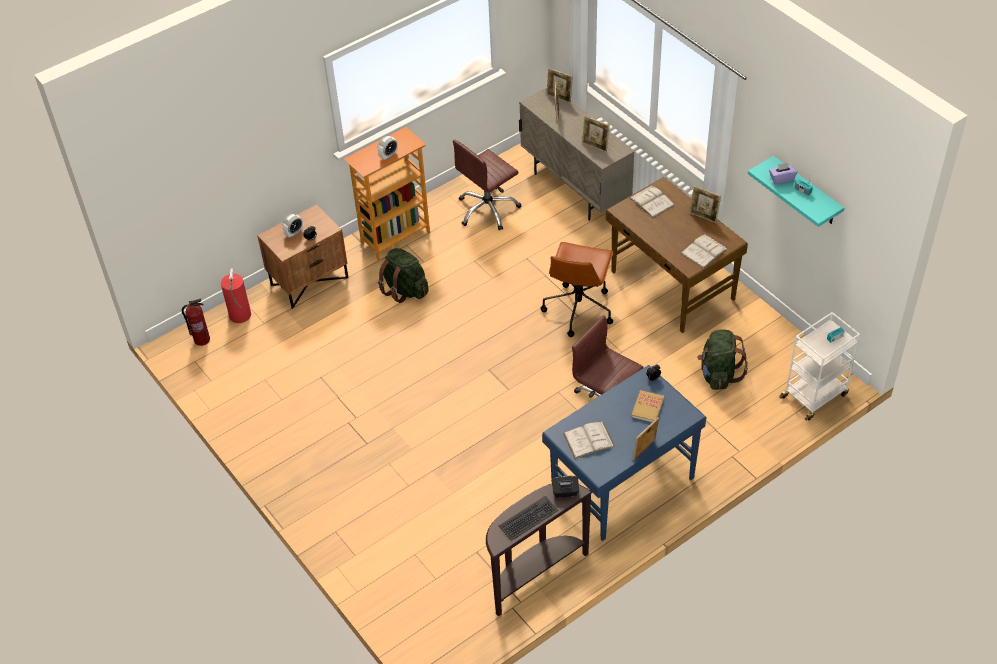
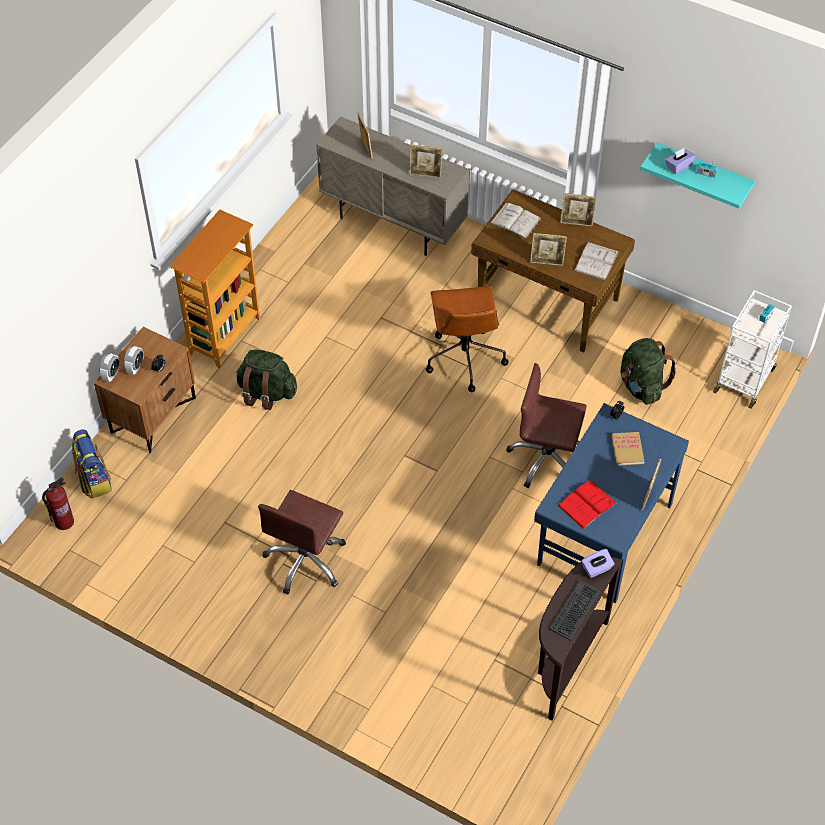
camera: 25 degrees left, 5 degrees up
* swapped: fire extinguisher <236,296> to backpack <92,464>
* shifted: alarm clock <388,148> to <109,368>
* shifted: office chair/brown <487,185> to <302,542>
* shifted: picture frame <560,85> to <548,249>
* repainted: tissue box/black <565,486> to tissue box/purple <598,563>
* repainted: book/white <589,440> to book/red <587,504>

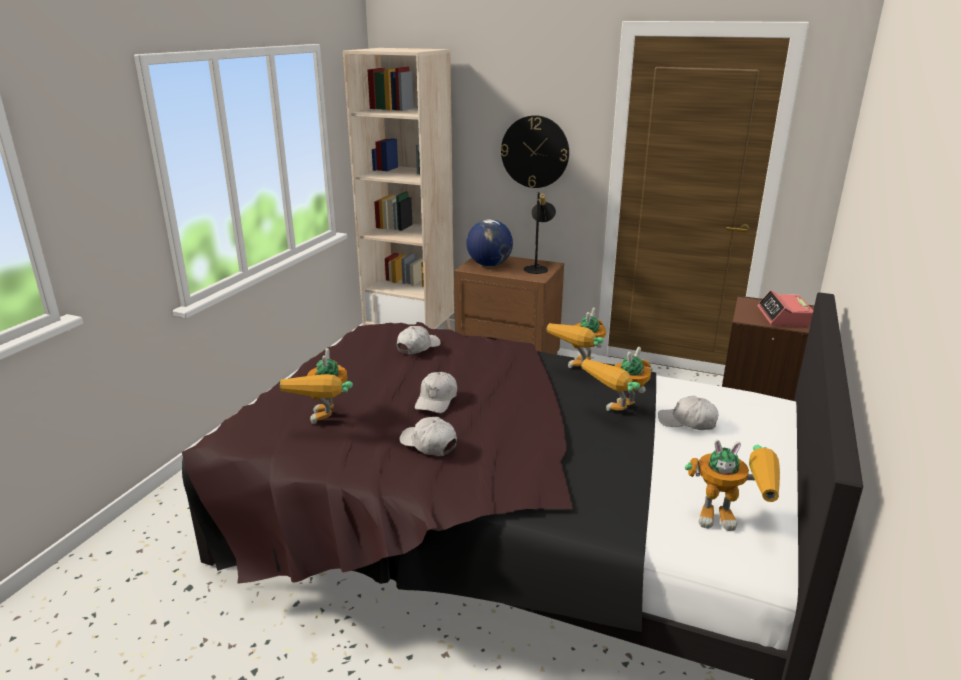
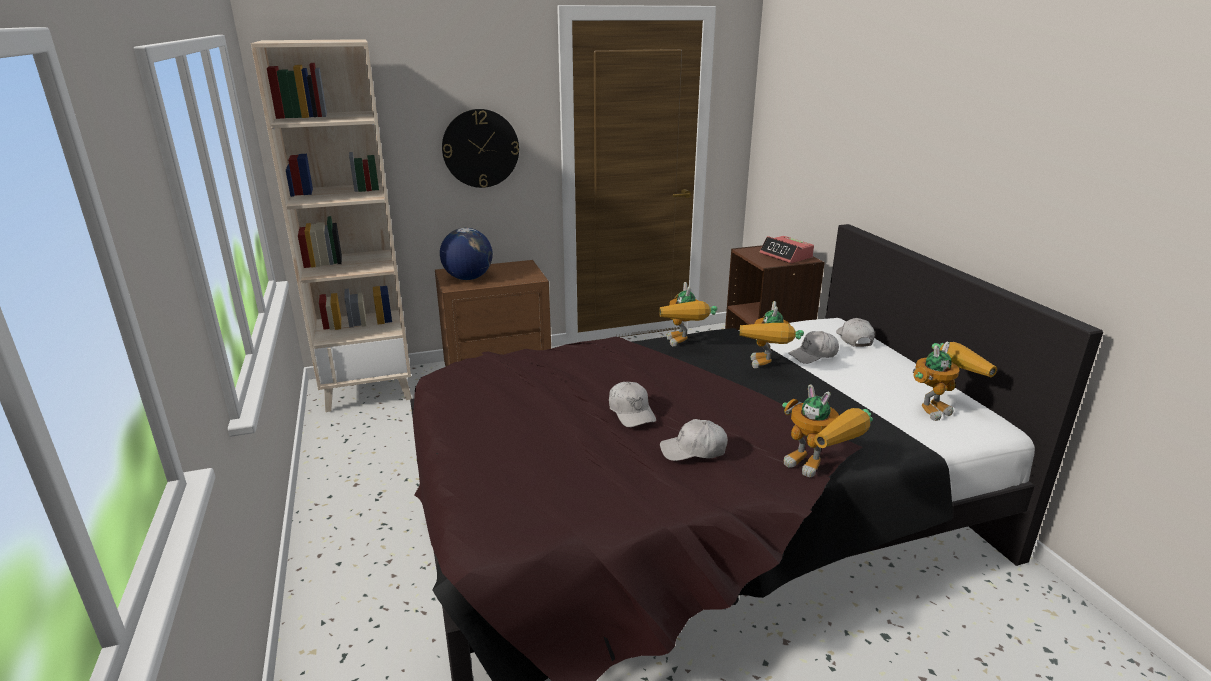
camera: 40 degrees left, 0 degrees up
* shifted: toy robot <316,386> to <827,430>
* shifted: cap/white <419,340> to <855,332>
* gone: table lamp/black <540,233>

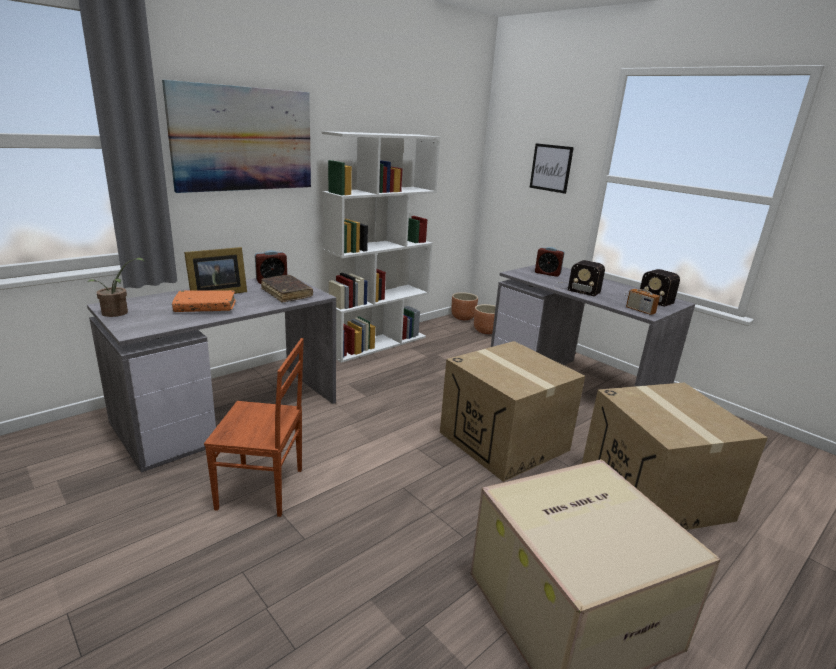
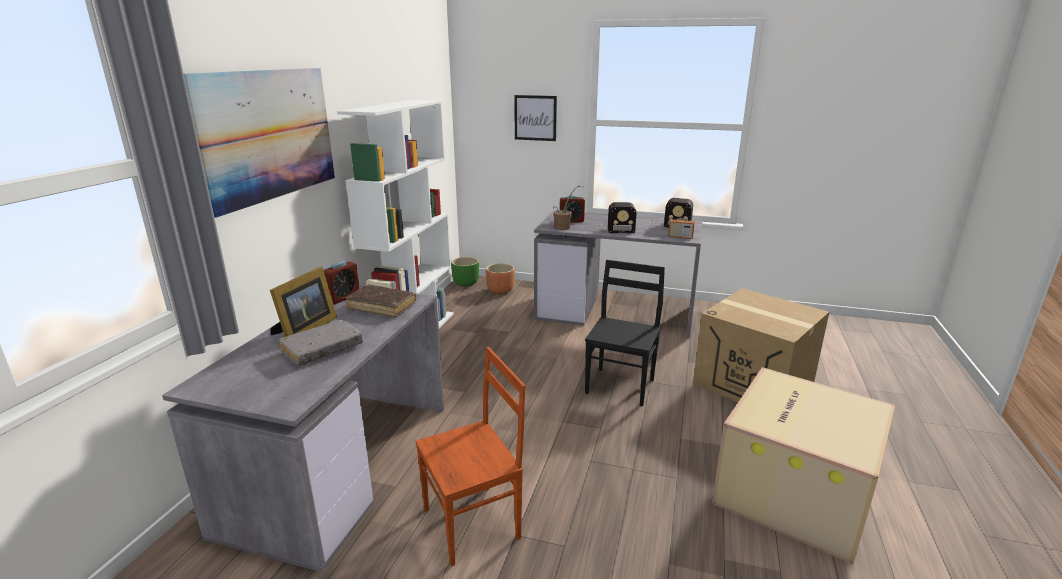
camera: 30 degrees left, 0 degrees up
* shifted: potted plant <116,287> to <568,207>
* repainted: book/orange <204,301> to book/grey <321,342>
* swapped: cardboard box <512,411> to chair/black <625,333>
* repainted: planter/brown <464,306> to planter/green <465,272>

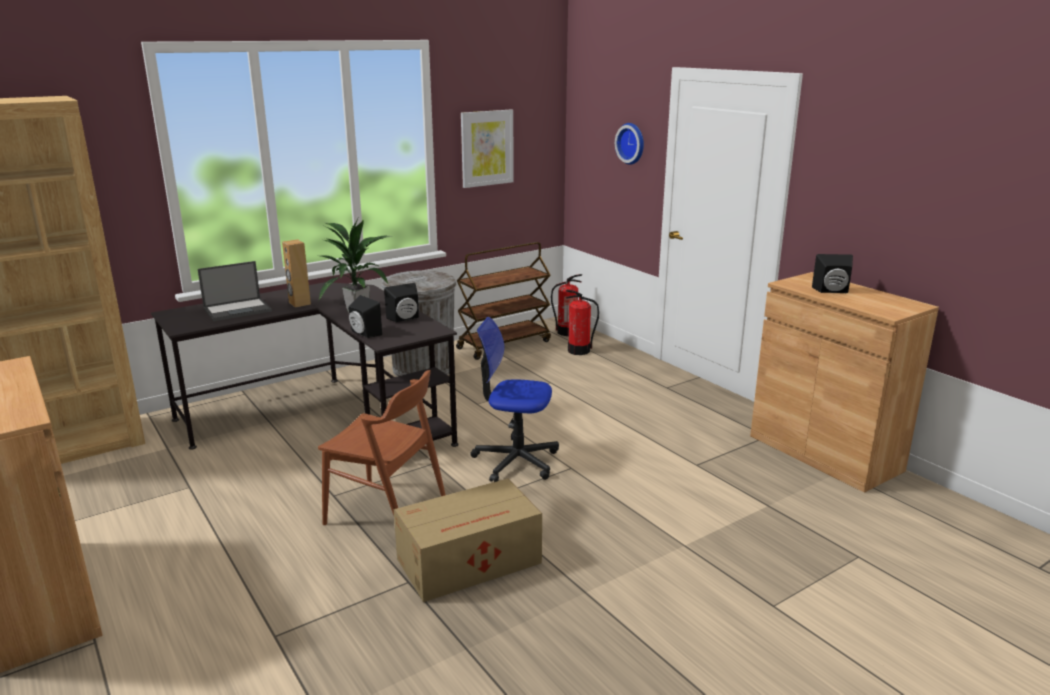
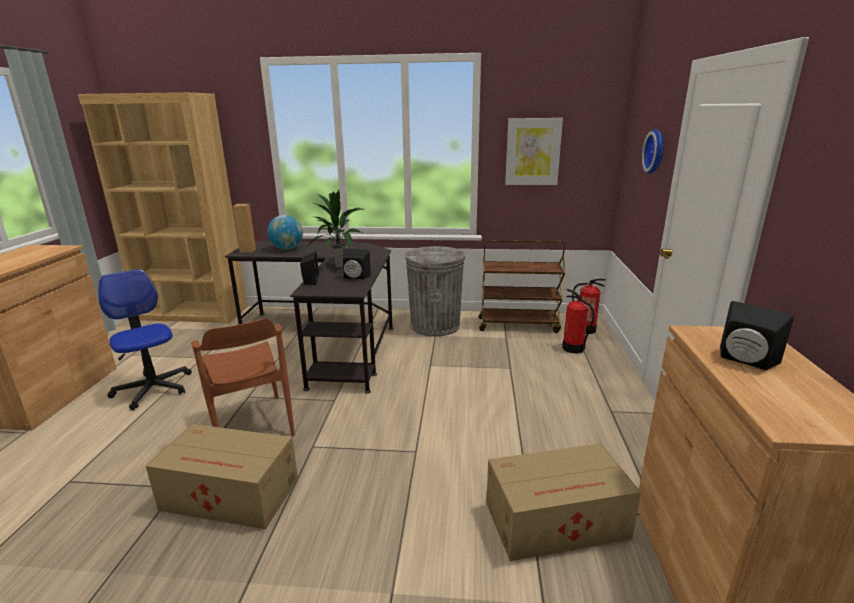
camera: 40 degrees right, 0 degrees up
* swapped: laptop <235,291> to globe <285,232>
* shifted: speaker/brown <296,274> to <244,228>
* shifted: office chair <514,399> to <145,339>
* new: cardboard box <563,502>

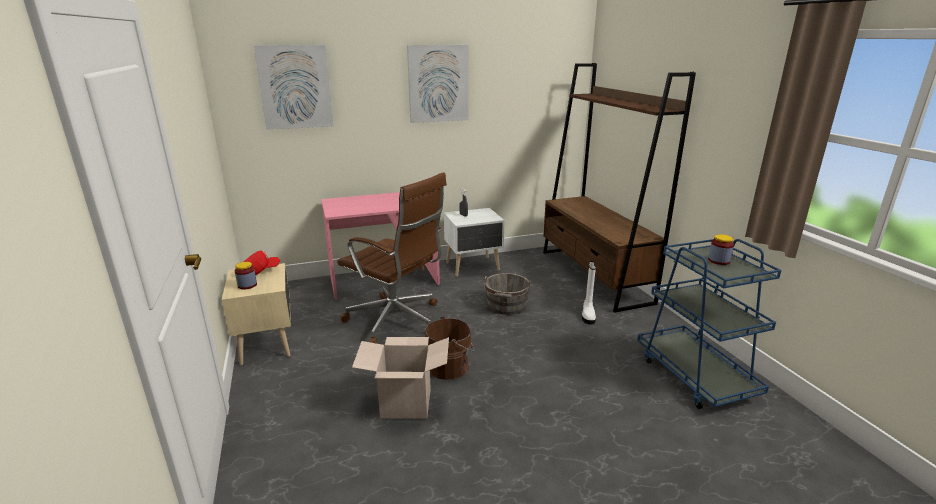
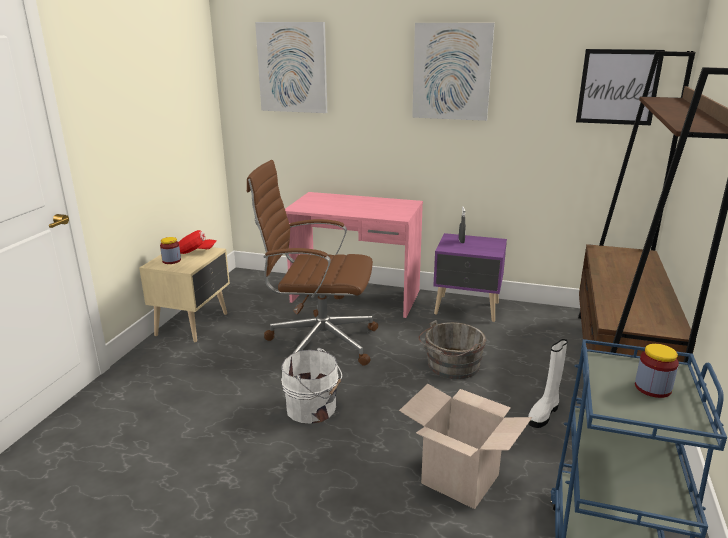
camera: 35 degrees right, 0 degrees up
* rotated: office chair/brown <392,258> = <312,263> 120 degrees clockwise
* shifted: cardboard box <400,378> to <465,446>
* repainted: bucket/brown <449,348> to bucket/white <311,386>
* repainted: nightstand/white <474,242> to nightstand/purple <470,277>
* new: picture <620,87>

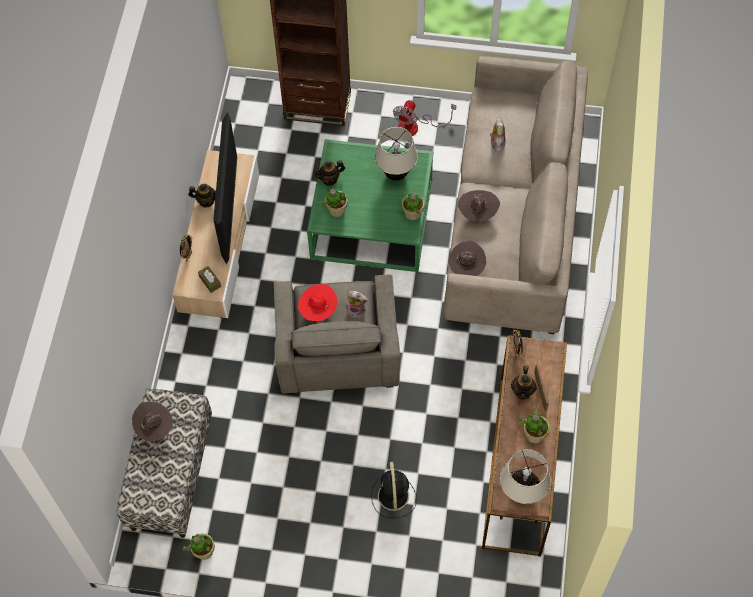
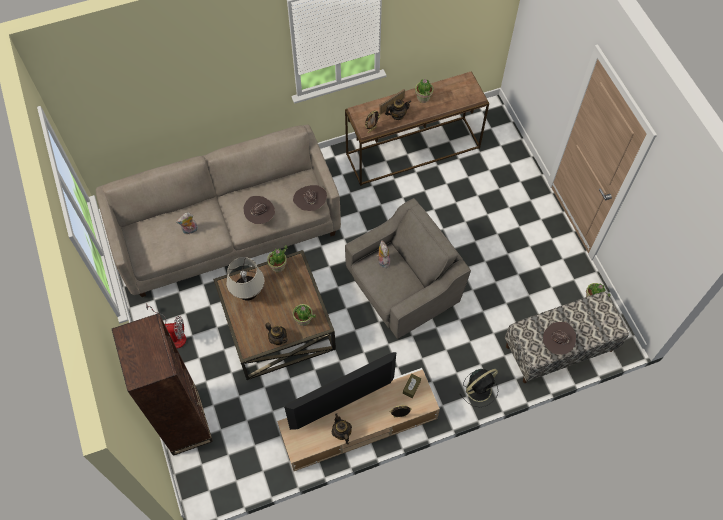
camera: 120 degrees left, 0 degrees up
* gone: hat/red <317,302>
* repainted: coffee table/green <370,205> to coffee table/brown <274,315>
* shifted: fan/black <394,490> to <478,388>
* gone: table lamp/beige <525,476>

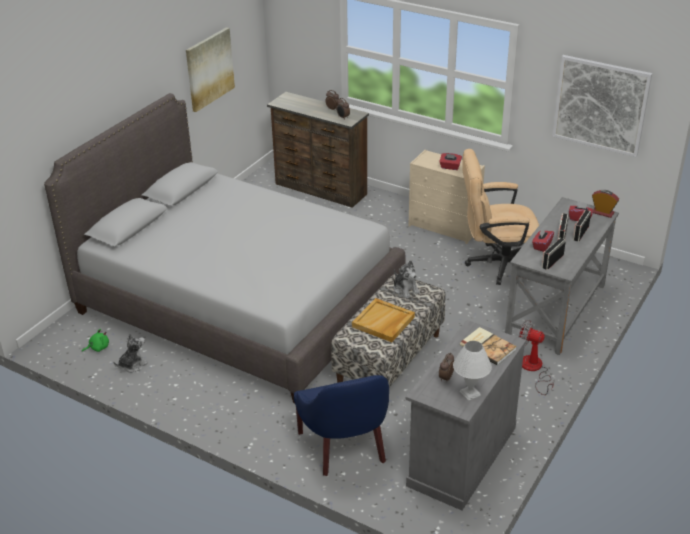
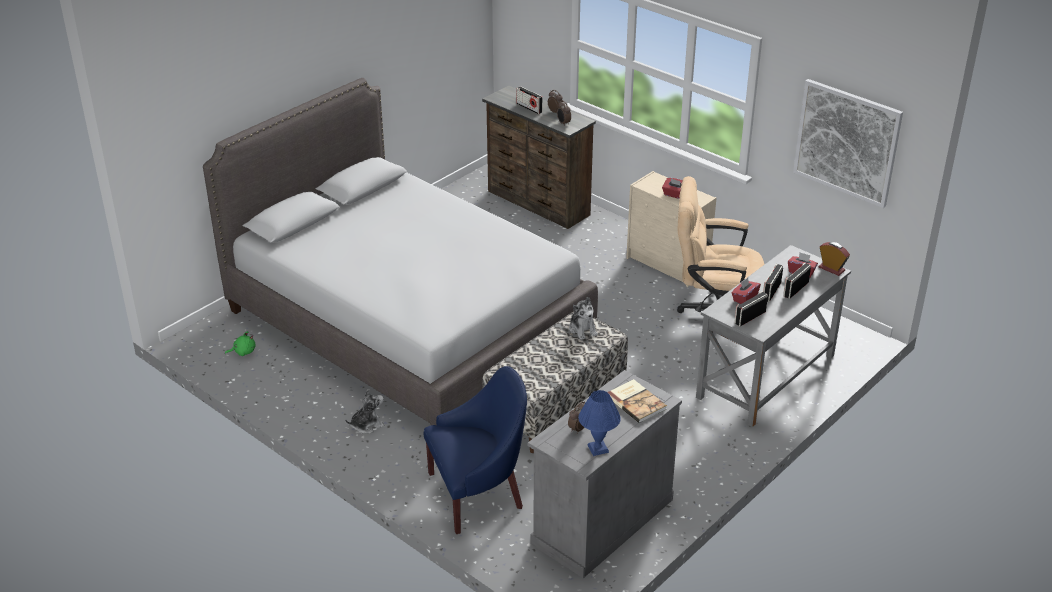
camera: 10 degrees right, 0 degrees up
* shifted: plush toy <130,353> to <365,412>
* gone: picture <210,69>
* rotated: armchair/blue <341,425> = <475,450> 105 degrees counterclockwise
* gone: tray/beige <383,320>
* repainted: table lamp/white <472,371> to table lamp/blue <599,423>
* gone: fan <536,357>
* new: radio <530,100>

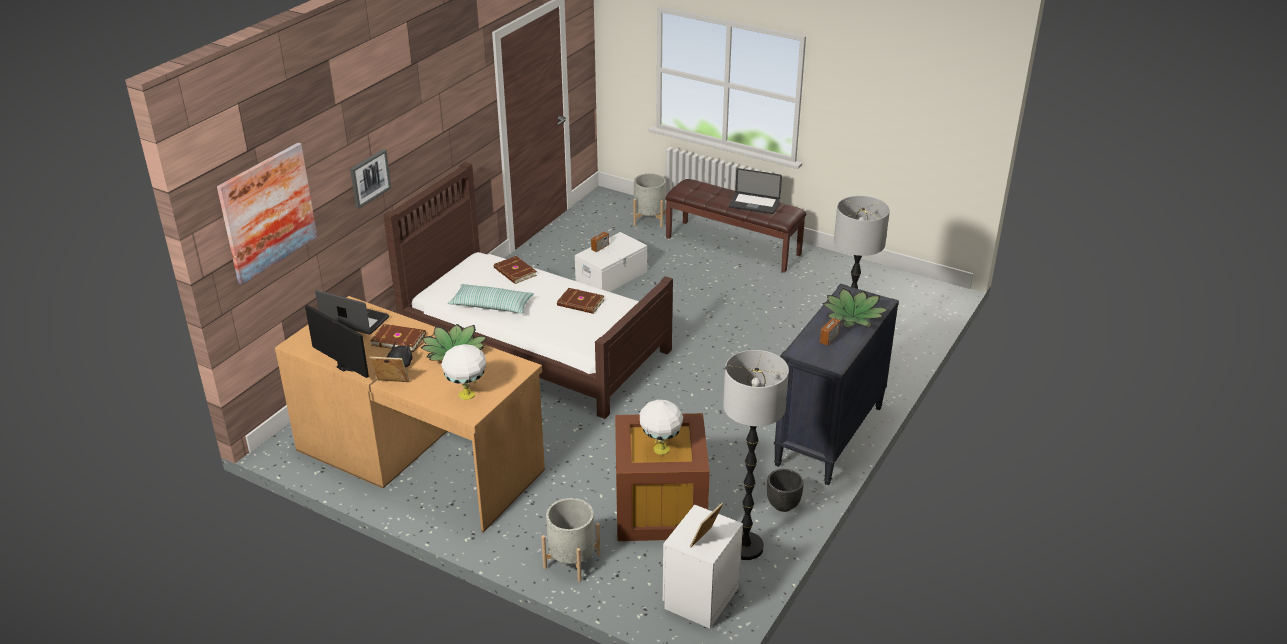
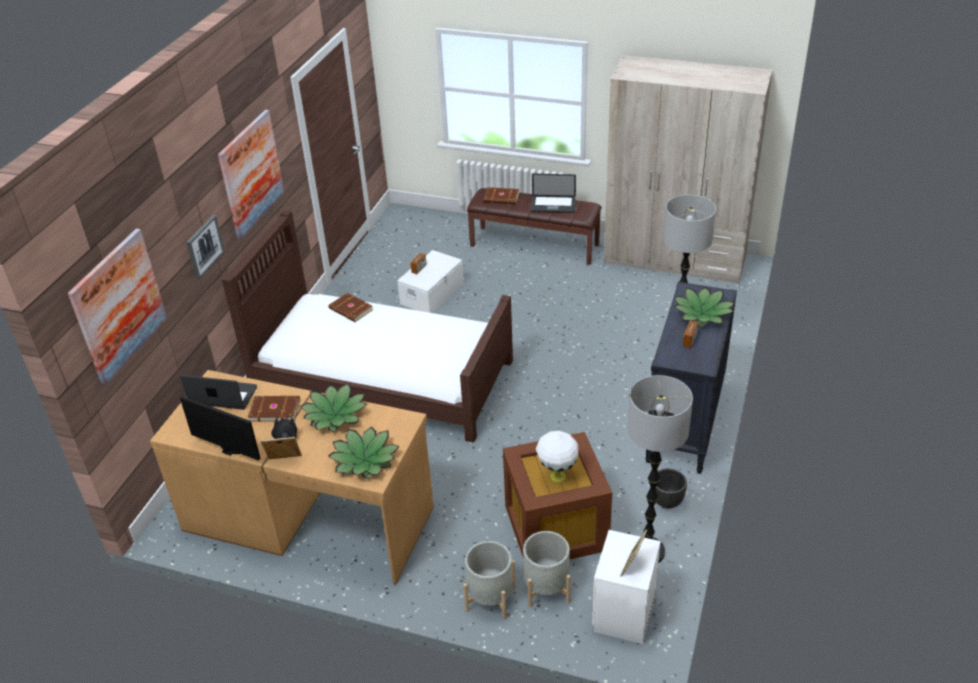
camera: 10 degrees left, 5 degrees up
* swapped: table lamp/white <463,372> to potted plant <364,453>
* gone: pillow <491,299>
* shifted: book/brown <580,301> to <501,195>
* shifted: planter/grey <649,200> to <546,569>
* new: picture <251,174>
* new: wardrobe/beige <688,169>

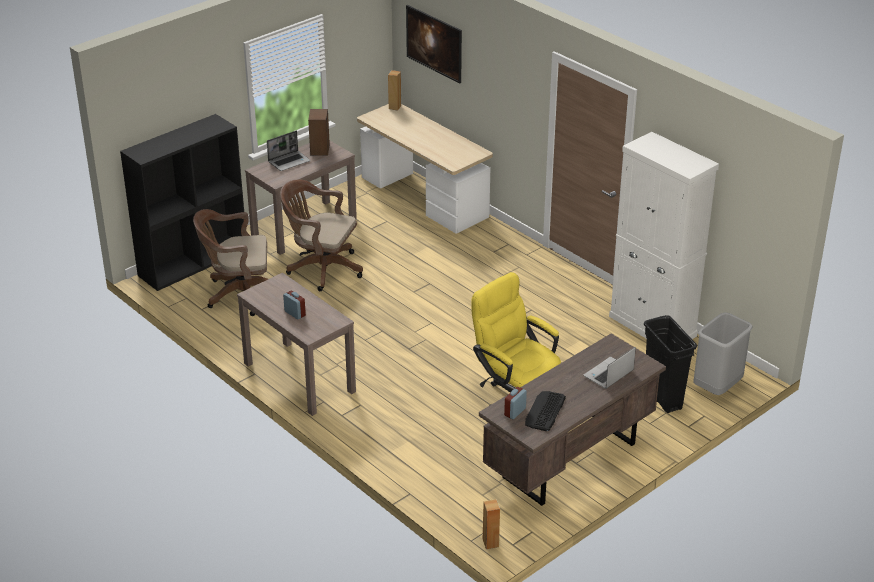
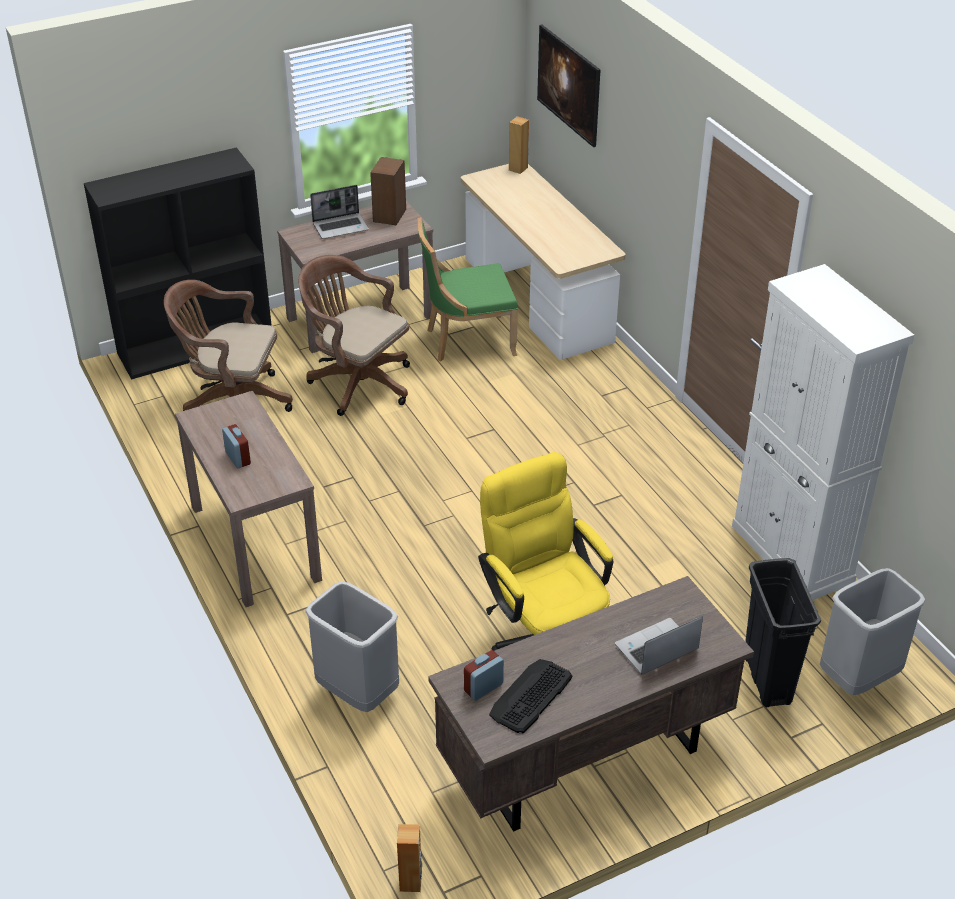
camera: 15 degrees right, 5 degrees up
* new: trash can/grey <352,646>
* new: chair/green <468,289>

